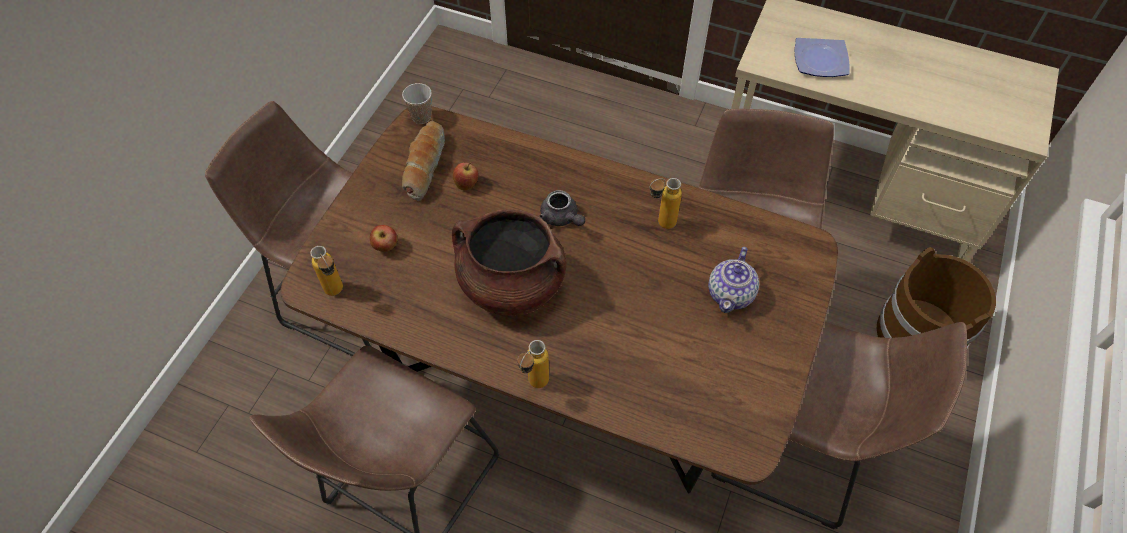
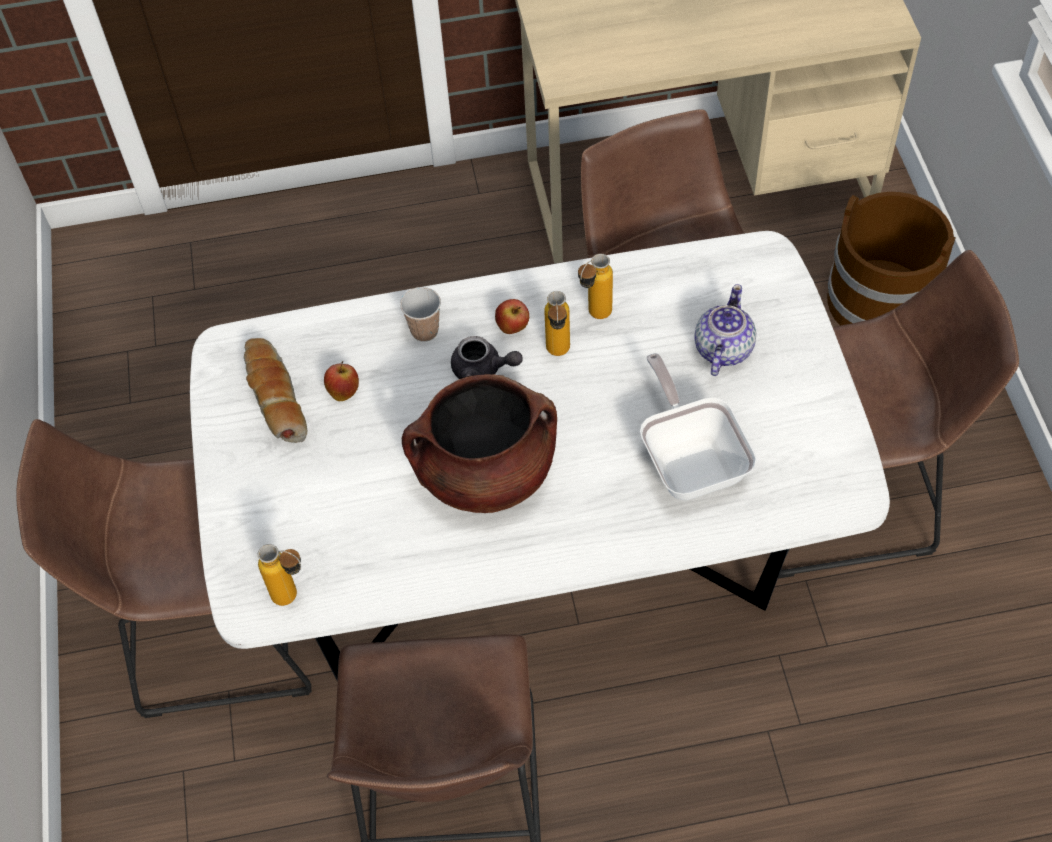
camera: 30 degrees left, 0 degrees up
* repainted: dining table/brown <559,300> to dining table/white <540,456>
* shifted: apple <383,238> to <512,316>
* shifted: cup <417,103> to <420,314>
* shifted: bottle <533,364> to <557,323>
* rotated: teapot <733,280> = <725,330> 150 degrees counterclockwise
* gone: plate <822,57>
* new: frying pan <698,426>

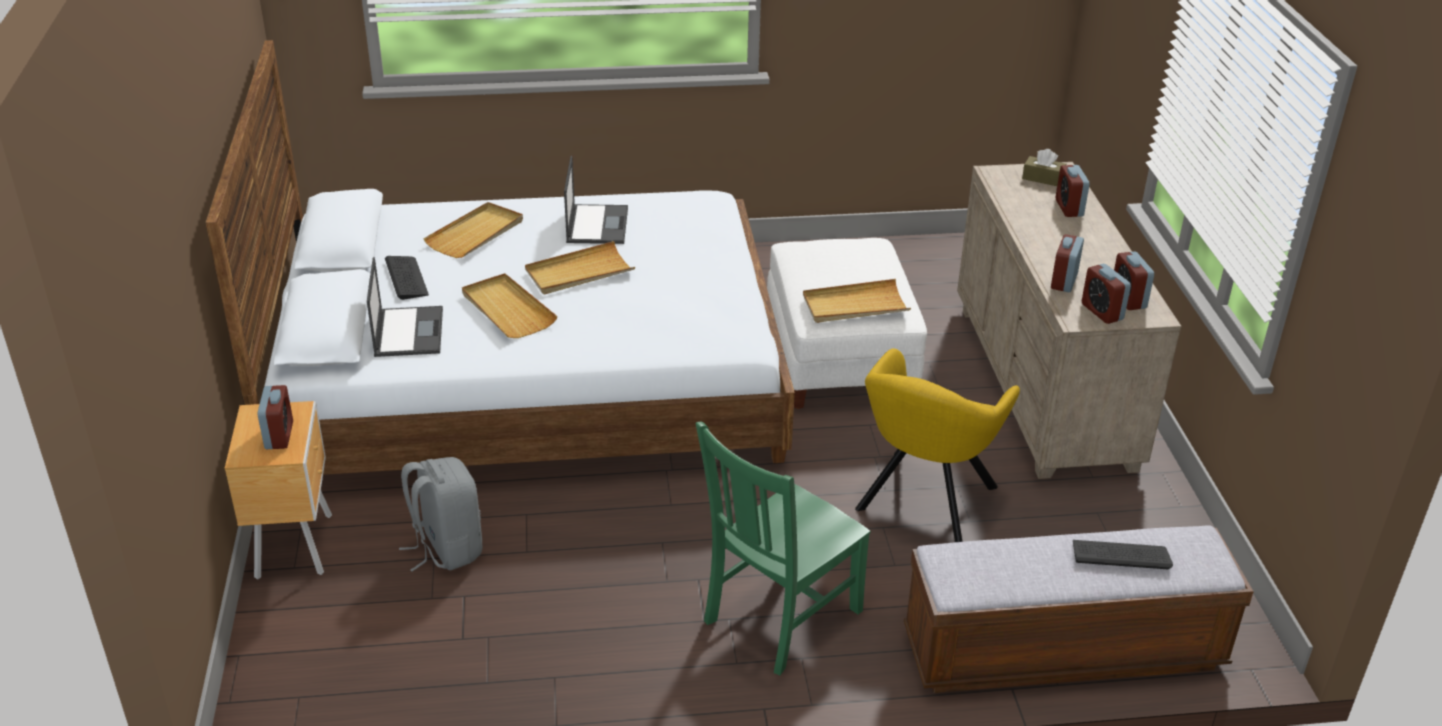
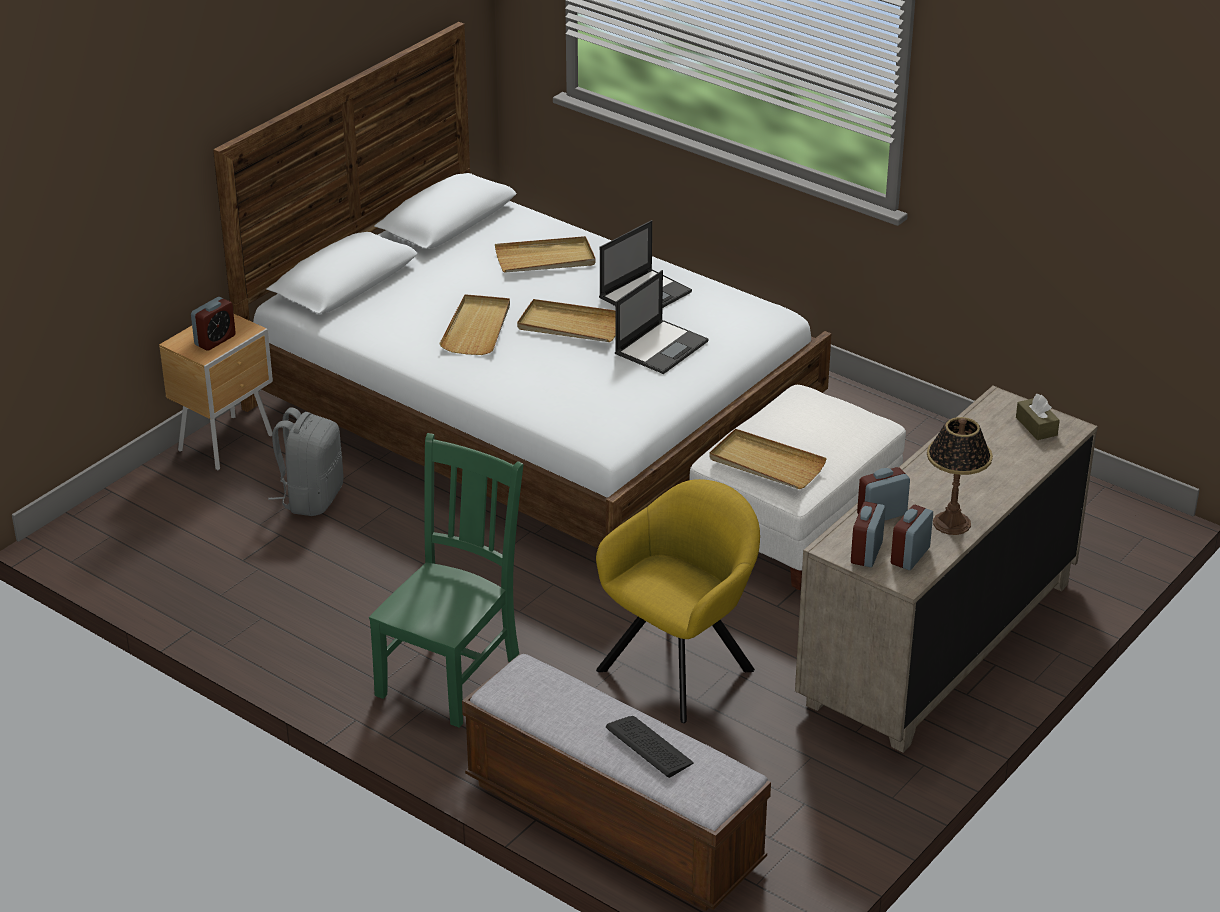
camera: 45 degrees right, 0 degrees up
* shifted: laptop <405,307> to <661,322>
* gone: keyboard <407,278>
* rotated: chair/green <783,548> = <446,580> 120 degrees clockwise
* rotated: armchair/yellow <937,445> = <678,601> 150 degrees clockwise
* gone: alarm clock <1072,191>
* new: table lamp <960,476>

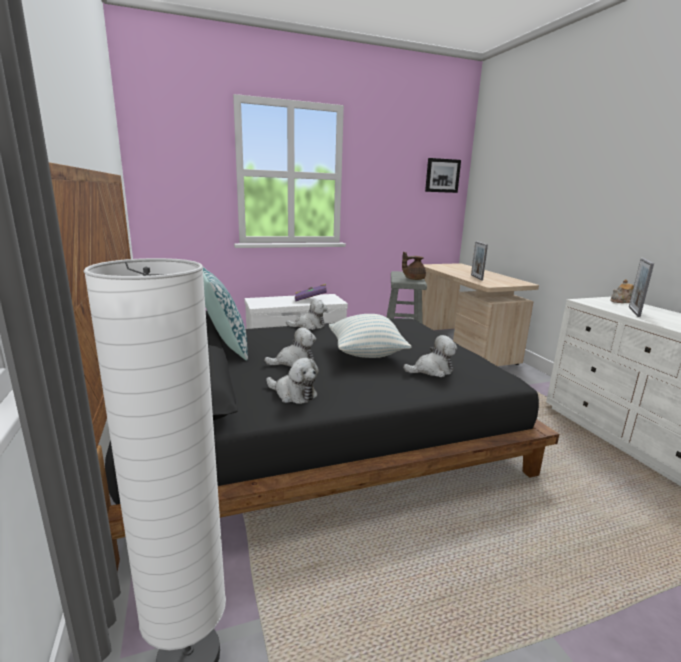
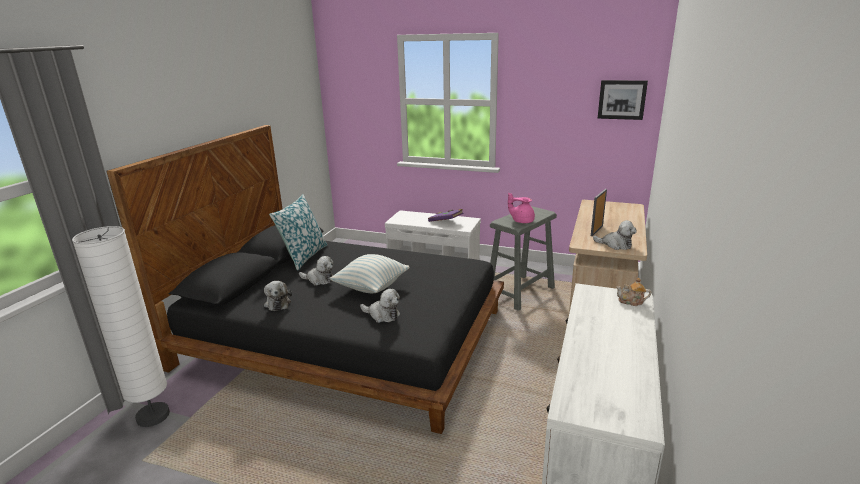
camera: 40 degrees right, 5 degrees up
* shifted: plush toy <306,314> to <615,235>
* repainted: teapot/brown <414,266> to teapot/pink <521,208>
* gone: picture frame <641,287>

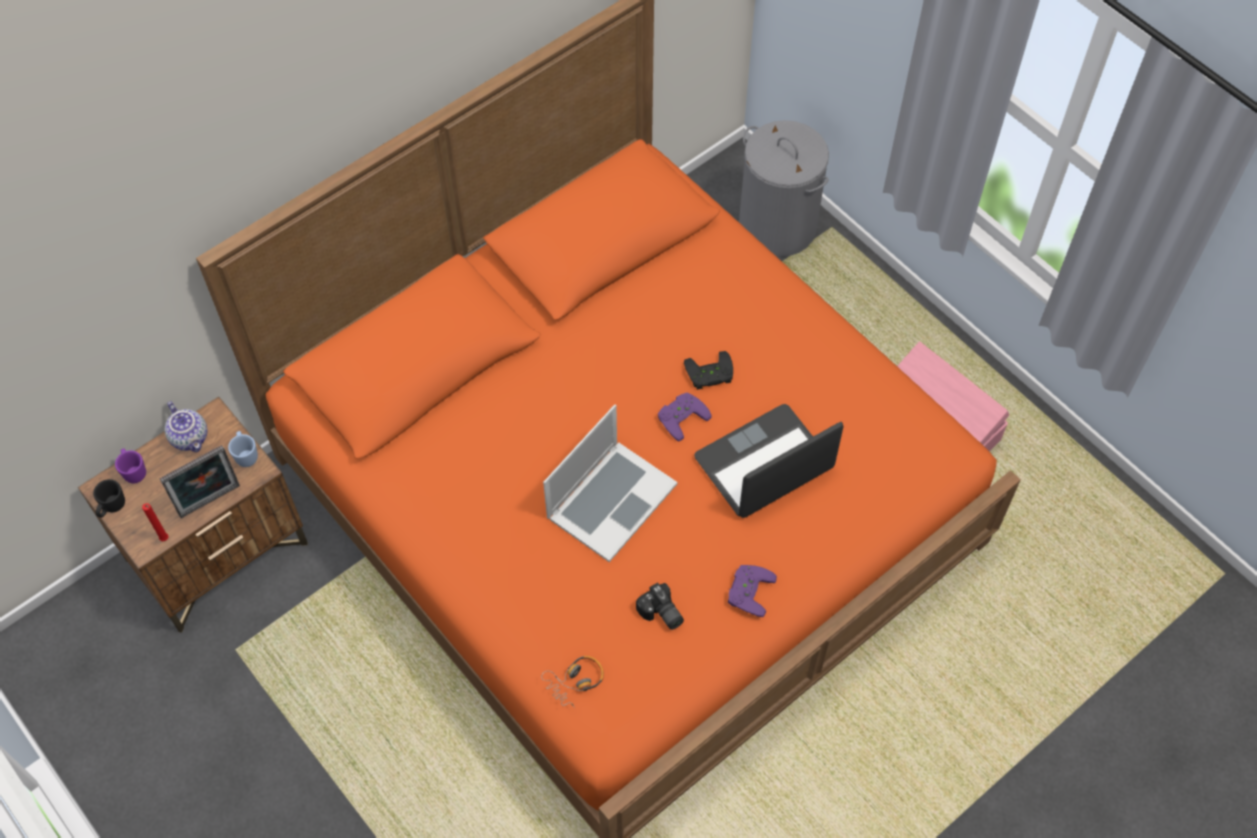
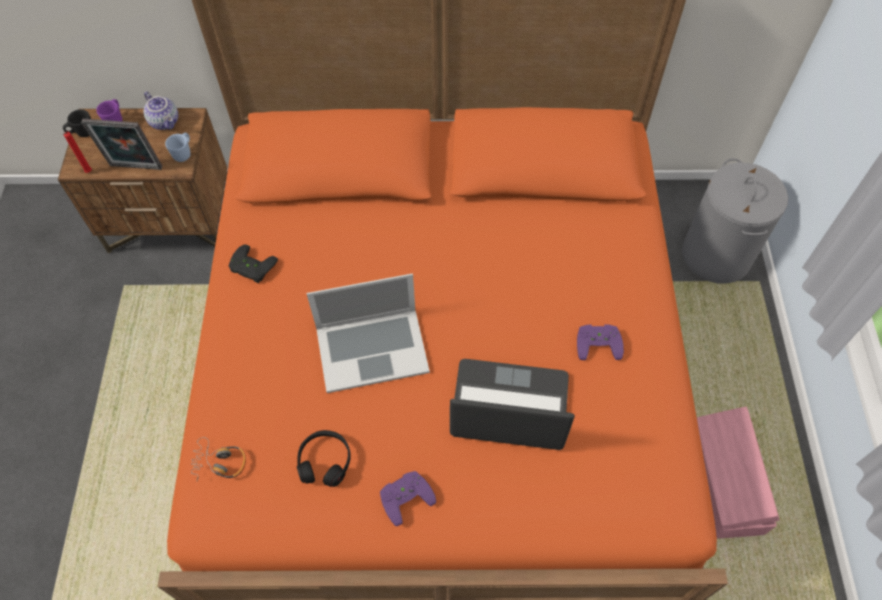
camera: 40 degrees right, 0 degrees up
* rotated: teapot <186,426> = <160,110> 45 degrees counterclockwise
* swapped: photo camera <660,606> to headphones/black <324,458>
* shifted: game controller/purple <684,417> to <600,342>
* shifted: game controller/black <708,370> to <253,263>

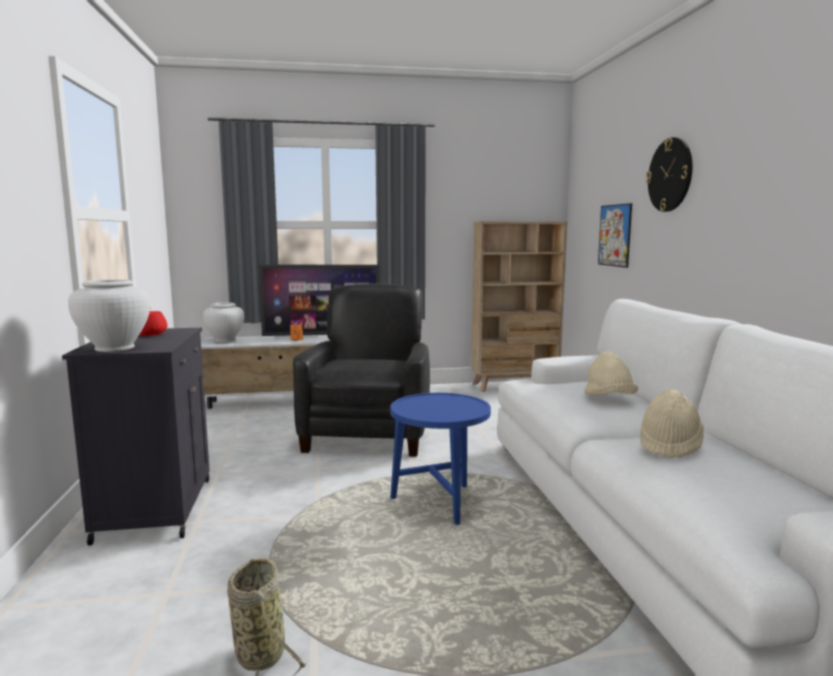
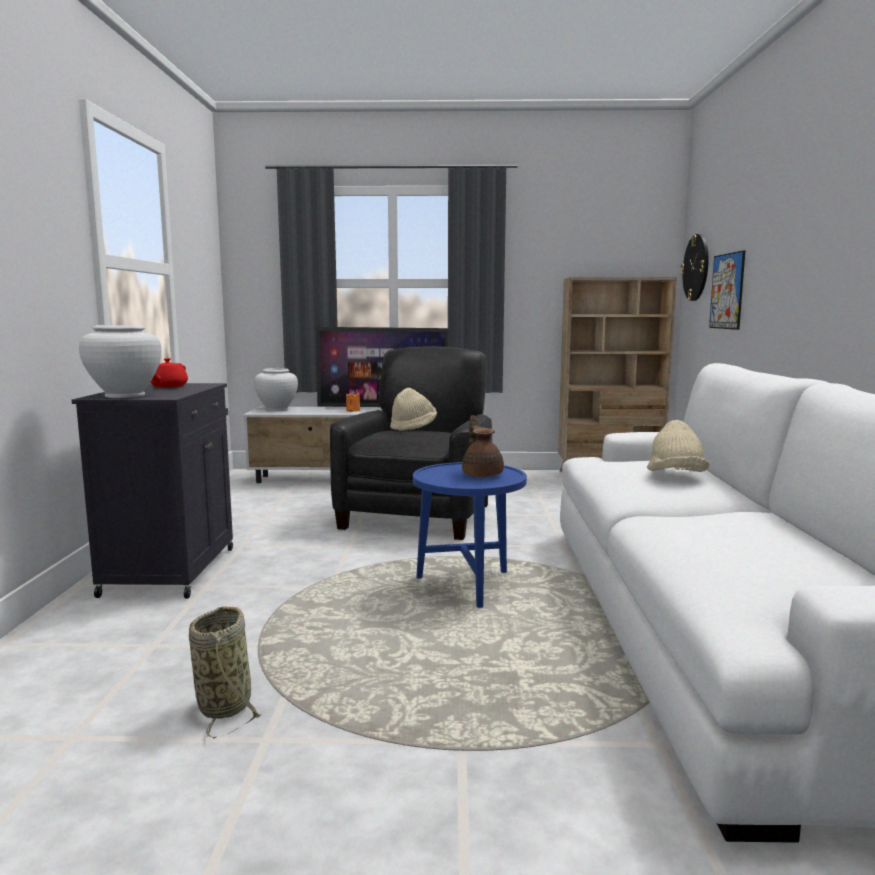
camera: 10 degrees right, 0 degrees up
* shifted: hat/beige <672,423> to <413,409>
* shifted: wall clock <669,174> to <695,267>
* new: teapot/brown <483,446>

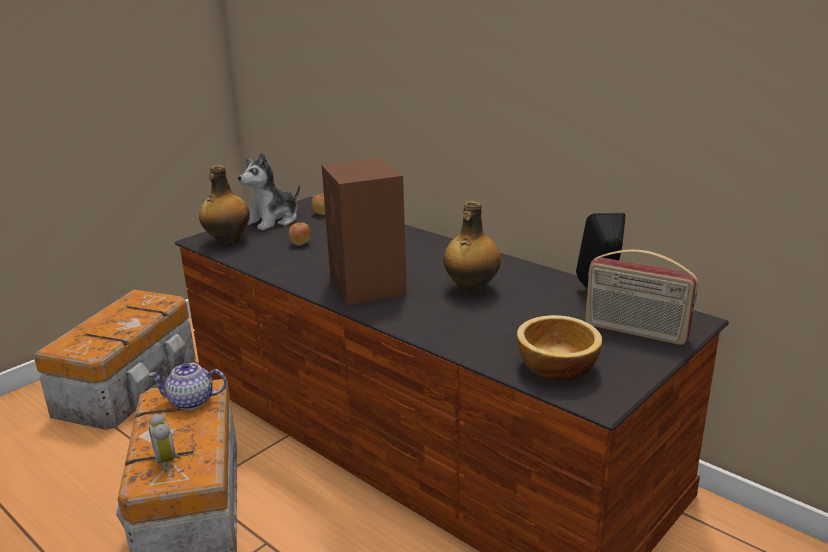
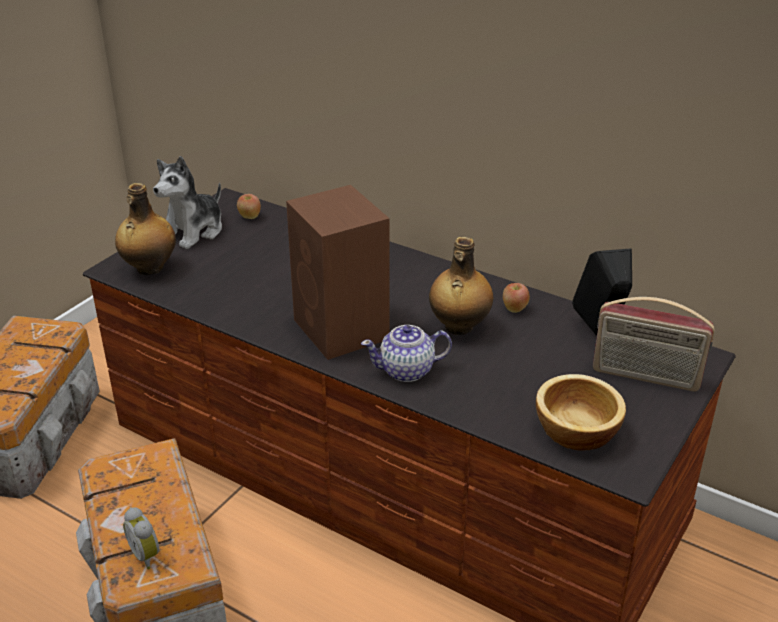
camera: 10 degrees left, 10 degrees up
* shifted: teapot <187,386> to <406,353>
* shifted: apple <299,234> to <516,298>

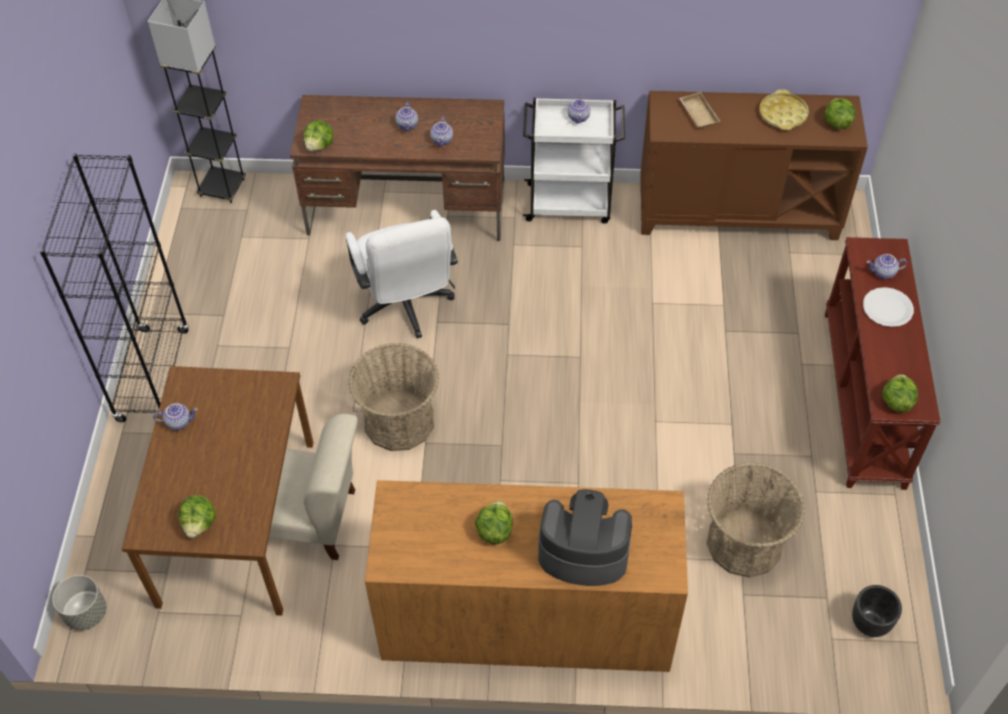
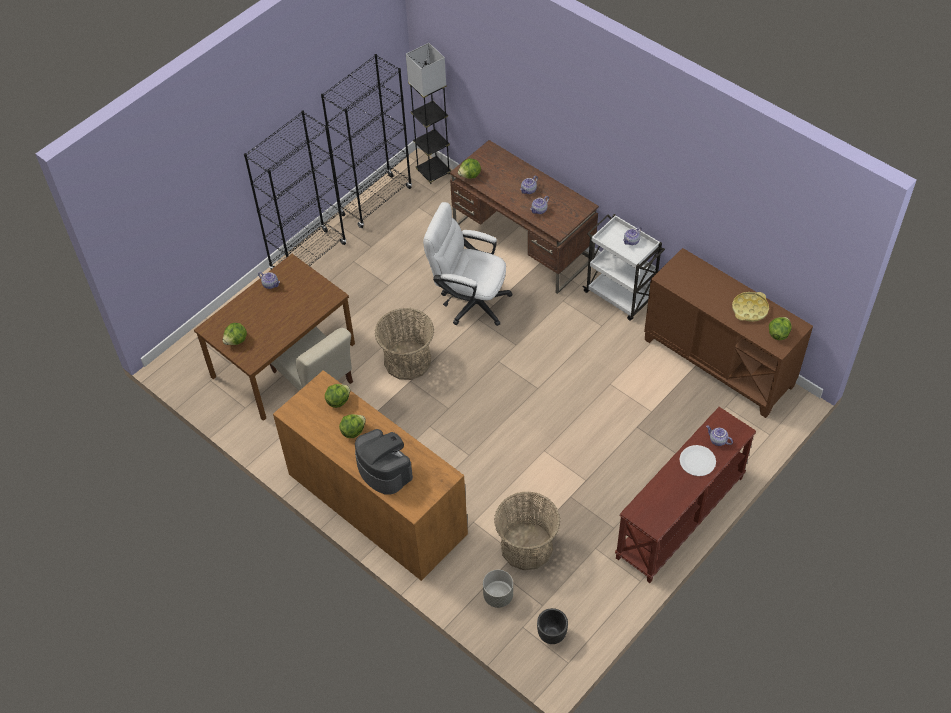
camera: 40 degrees right, 0 degrees up
* shifted: planter/grey <79,603> to <498,589>
* rotated: office chair/white <402,274> = <468,264> 90 degrees clockwise
* gone: tray/beige <699,110>
* shifted: lettuce <900,393> to <338,396>
* new: bookcase/black <366,141>

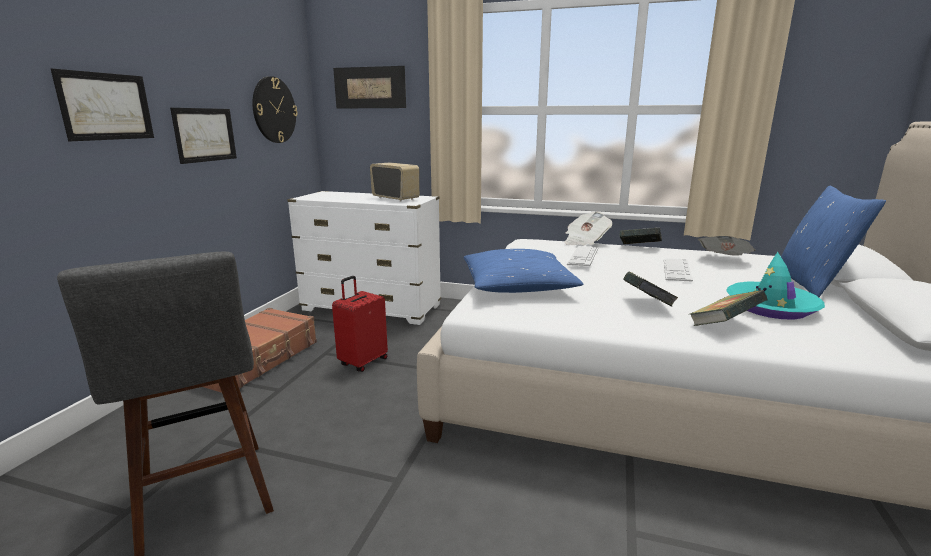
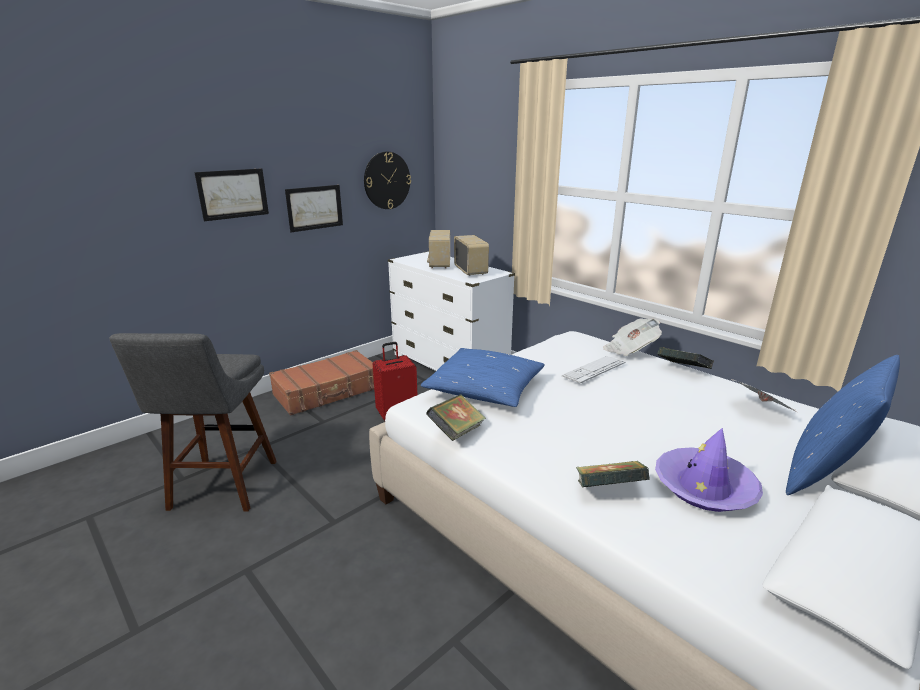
camera: 30 degrees right, 5 degrees up
* gone: picture <369,87>
* shifted: book <650,289> to <456,417>
* gone: keyboard <678,270>
* repainted: hat/turquoise <775,286> to hat/purple <709,470>
* new: radio <438,249>

